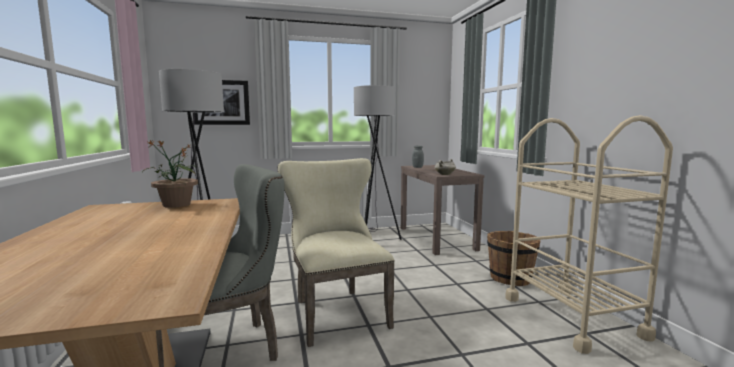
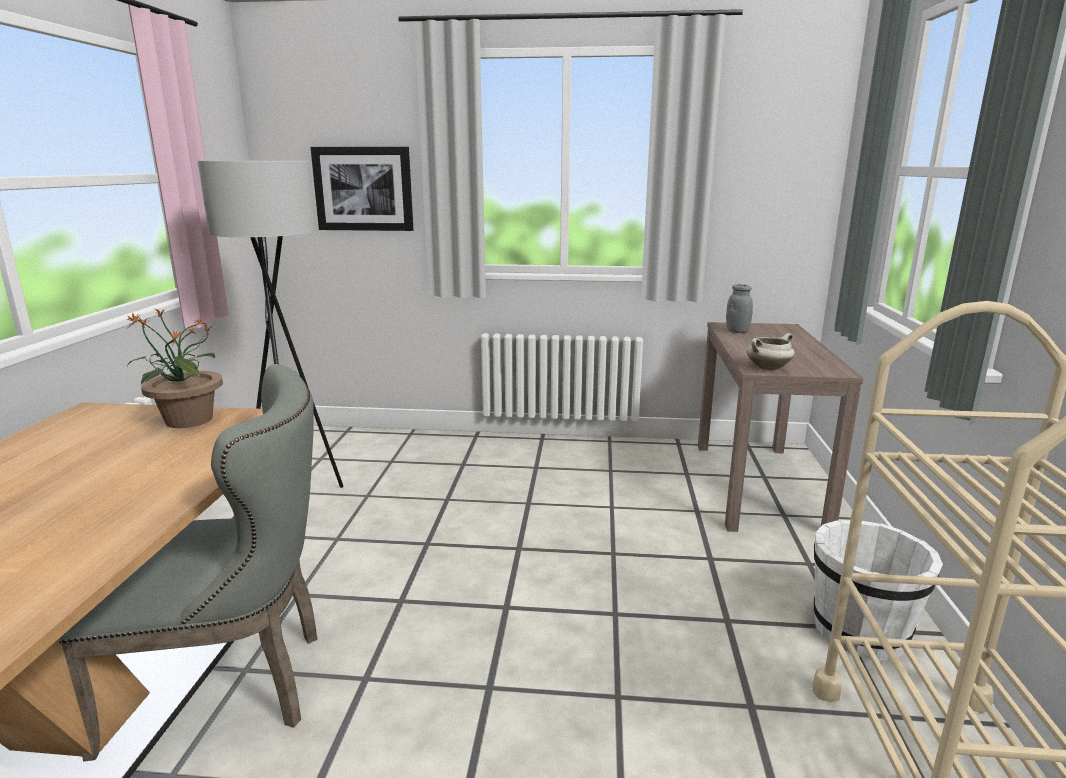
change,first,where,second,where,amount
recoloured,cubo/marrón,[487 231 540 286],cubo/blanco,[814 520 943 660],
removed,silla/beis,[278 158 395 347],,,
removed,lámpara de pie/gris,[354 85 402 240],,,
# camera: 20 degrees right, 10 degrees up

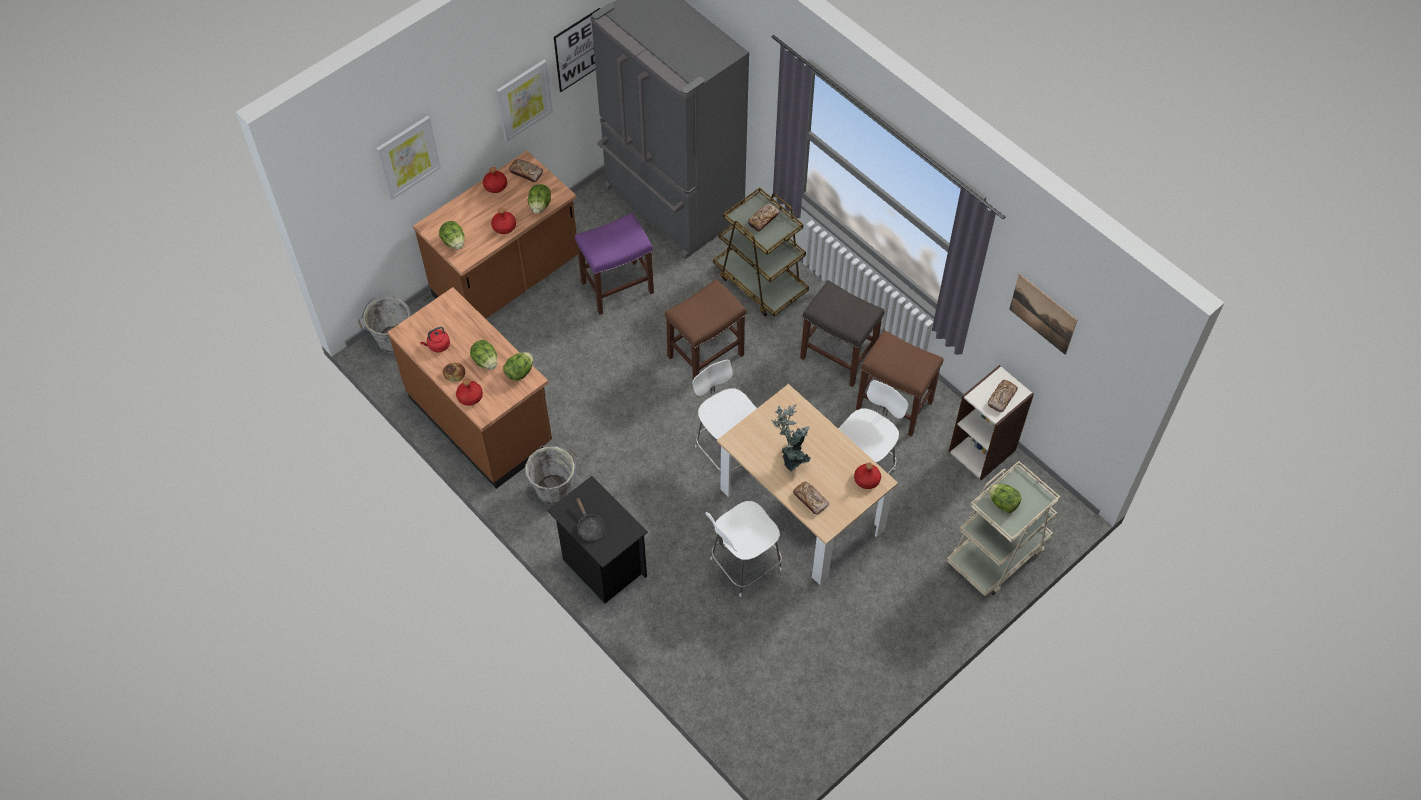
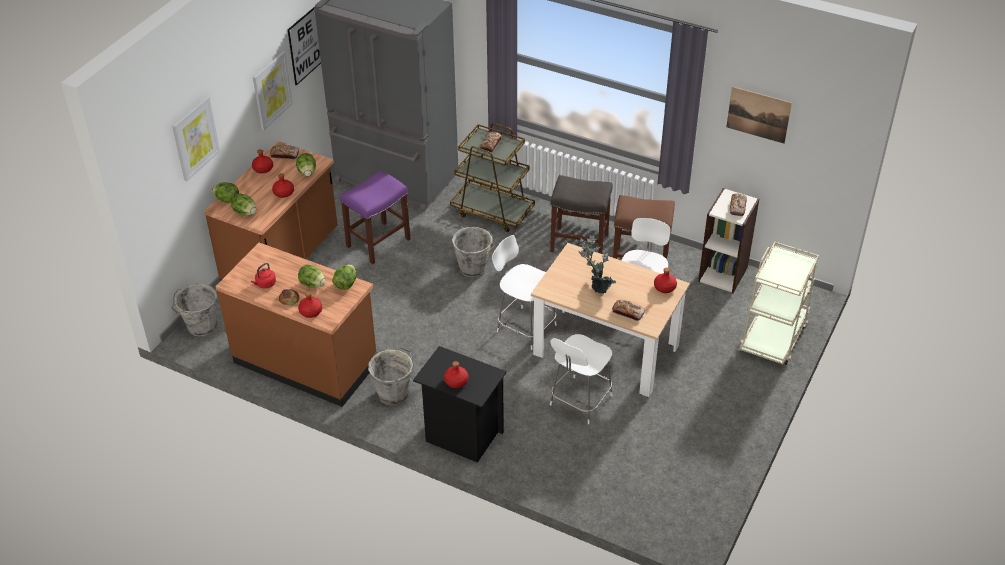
change,first,where,second,where,amount
moved,lechuga,[988 484 1021 513],,[212 182 239 203],
replaced,sartén/negro,[576 497 605 541],botella/rojo,[444 361 469 388],
replaced,taburete/marrón,[665 279 746 379],cubo/gris,[452 227 495 278],
# camera: 20 degrees left, 15 degrees down

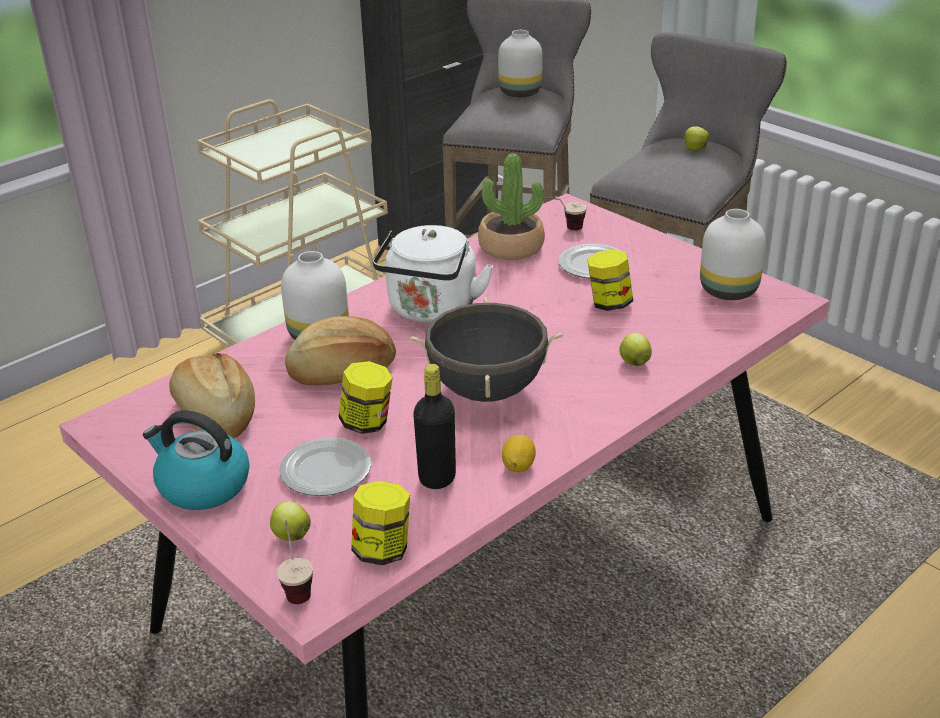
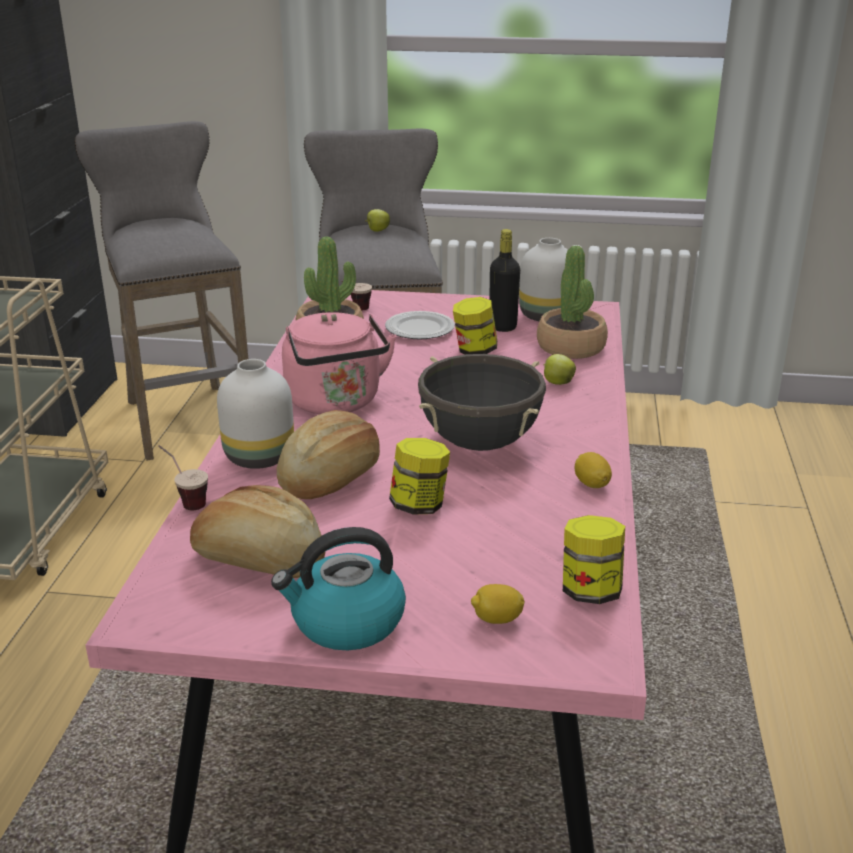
change,first,where,second,where,amount
moved,taza,[277 521 313 604],,[158 445 208 510],
recoloured,hervidor/blanco,[373 225 494 323],hervidor/rosa,[282 312 396 414],
replaced,manzana,[270 501 311 541],limón,[471 584 525 624],
moved,botella/negro,[413 364 456 489],,[489 229 520 332],
added,,,planta en maceta,[537 246 608 359],
removed,plato,[279 437 371 496],,,
removed,florero/blanco,[498 30 543 97],,,
# camera: 40 degrees left, 5 degrees down

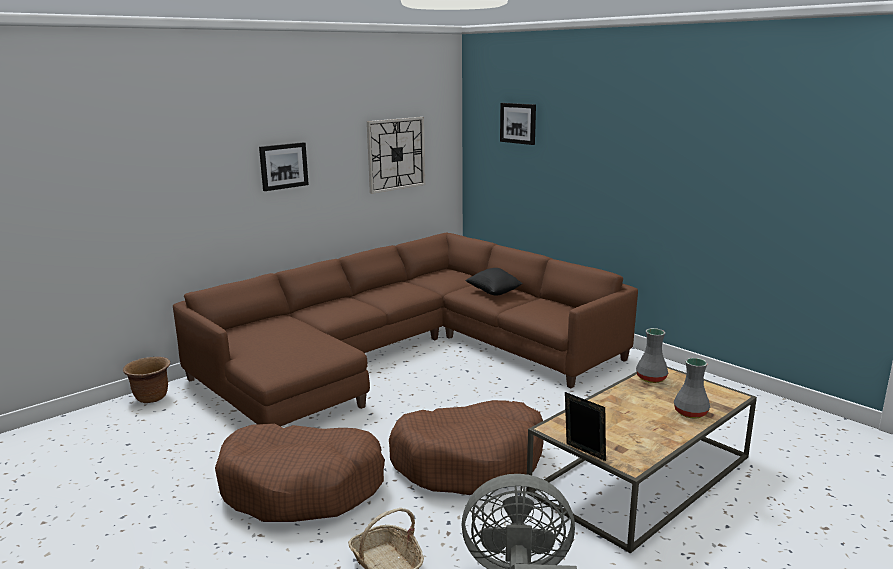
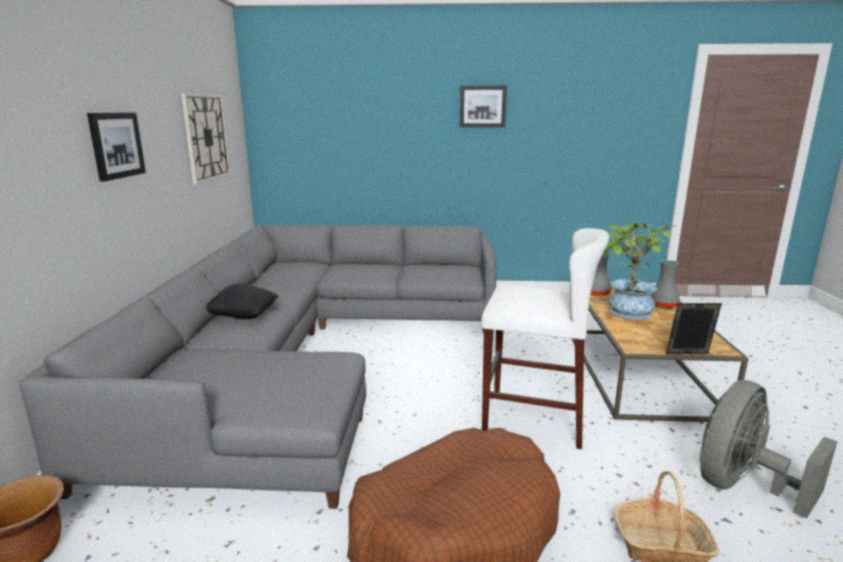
change,first,where,second,where,amount
recoloured,sofá/marrón,[173 232 638 427],sofá/gris,[19 225 497 509],
moved,cojín/negro,[465 268 523 295],,[206 283 279 319],
moved,cuadro,[500 103 536 145],,[460 86 507 127],
replaced,cama para perro/marrón,[389 400 543 495],taburete/blanco,[481 228 609 449],
added,,,planta en maceta,[604 223 677 319],
# camera: 45 degrees left, 0 degrees up

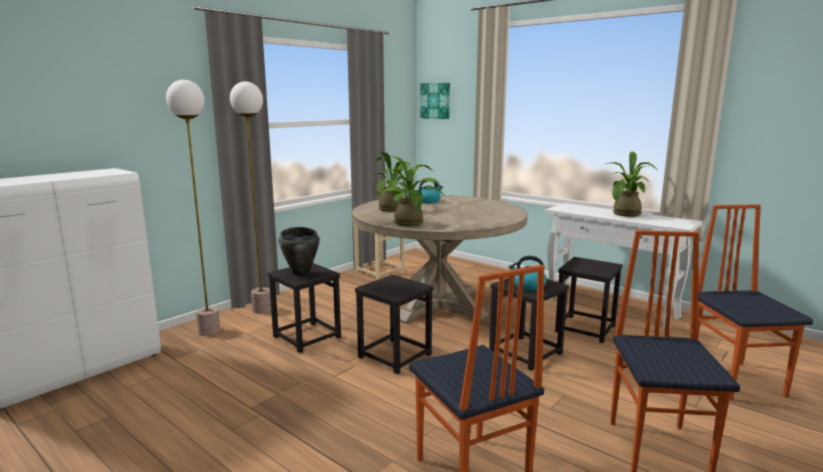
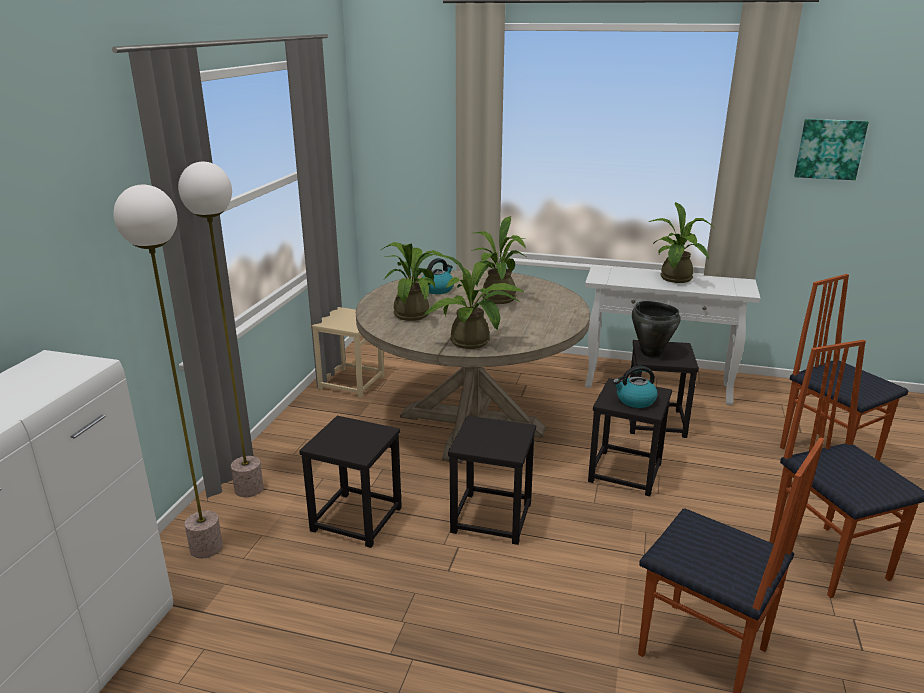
change,first,where,second,where,amount
added,,,planta en maceta,[472 216 526 304],
moved,olla/negro,[279 227 320 276],,[632 301 681 357],
moved,cuadro,[420 83 450 119],,[794 119 869 180],
# camera: 25 degrees left, 10 degrees up

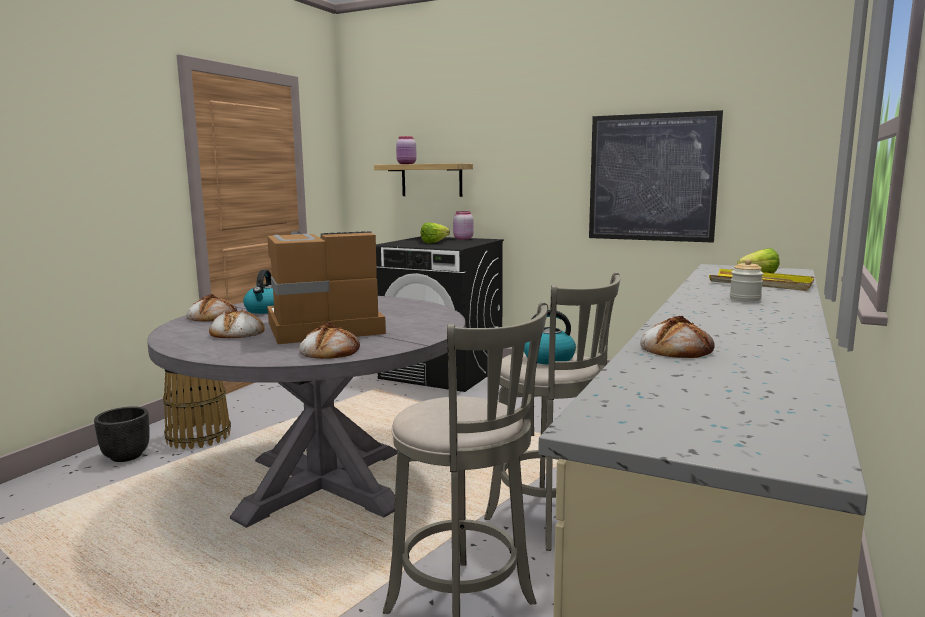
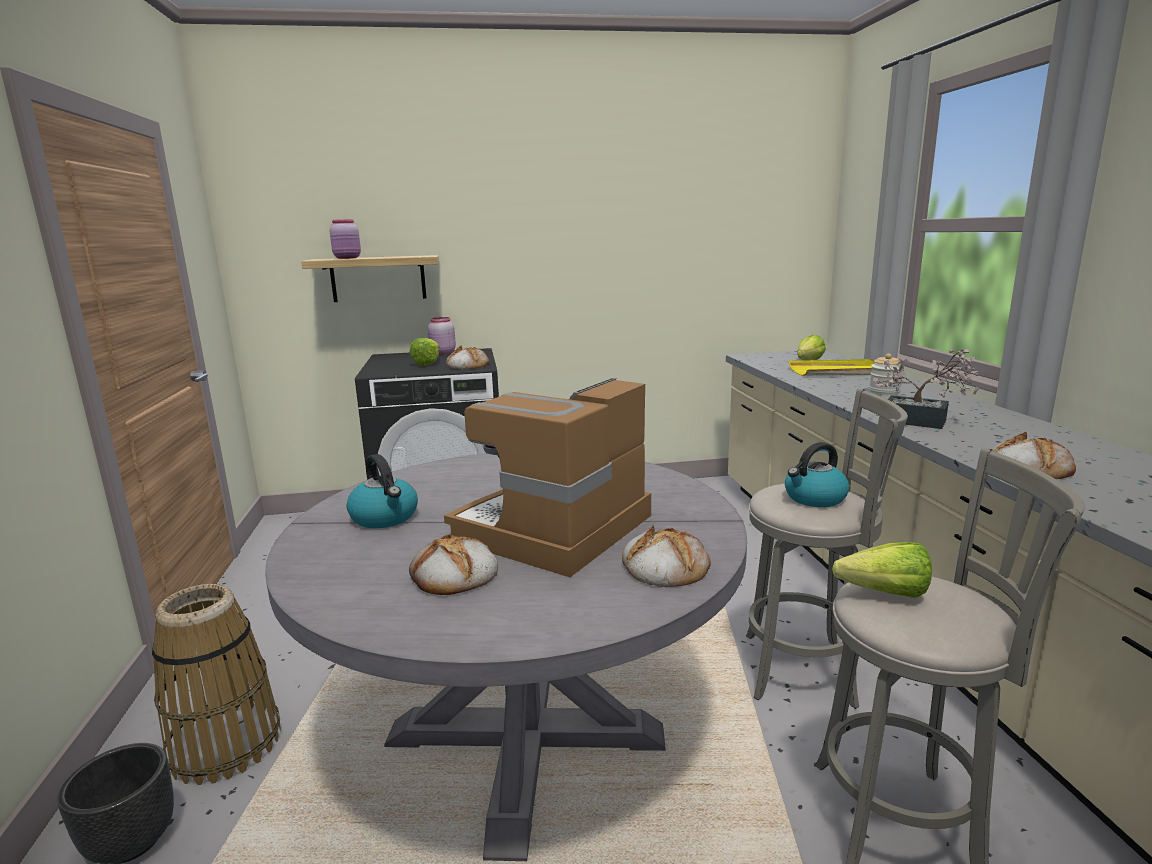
change,first,where,second,where,amount
moved,pan,[186 294 237 321],,[446 346 490 369],
added,,,lechuga,[832 542 932 598],
added,,,planta en maceta,[873 348 979 429],
removed,cuadro,[589 110 723 243],,,
# camera: 35 degrees left, 5 degrees up

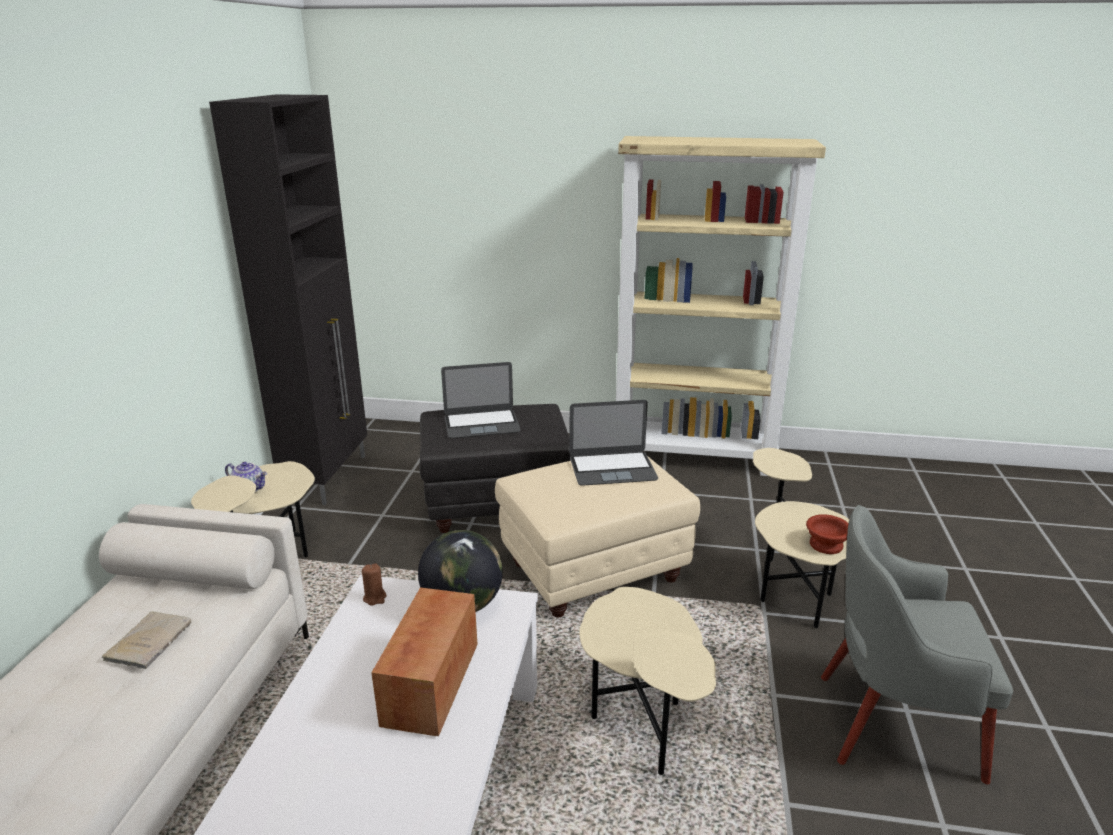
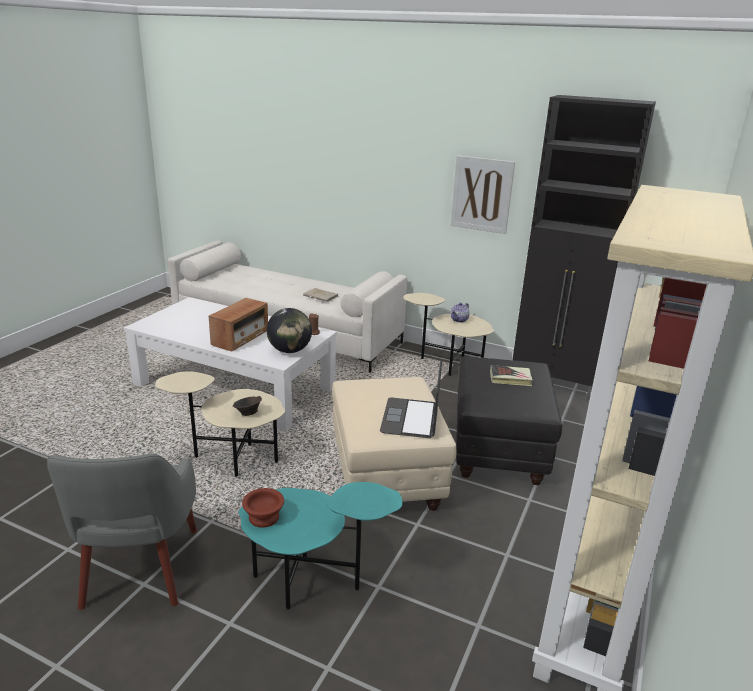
change,first,where,second,where,amount
turned,sillón/gris,[821 505 1013 785],,[47 453 197 610],150 degrees clockwise
turned,radio,[371 587 478 736],,[209 298 268 352],90 degrees clockwise
added,,,cuenco/marrón,[233 396 262 416],
recoloured,mesa auxiliar/beis,[753 448 849 628],mesa auxiliar/turquesa,[239 482 403 610],
added,,,cuadro,[451 155 515 234],
replaced,portátil,[441 362 521 438],libro,[490 365 533 386],
# camera: 105 degrees right, 0 degrees up

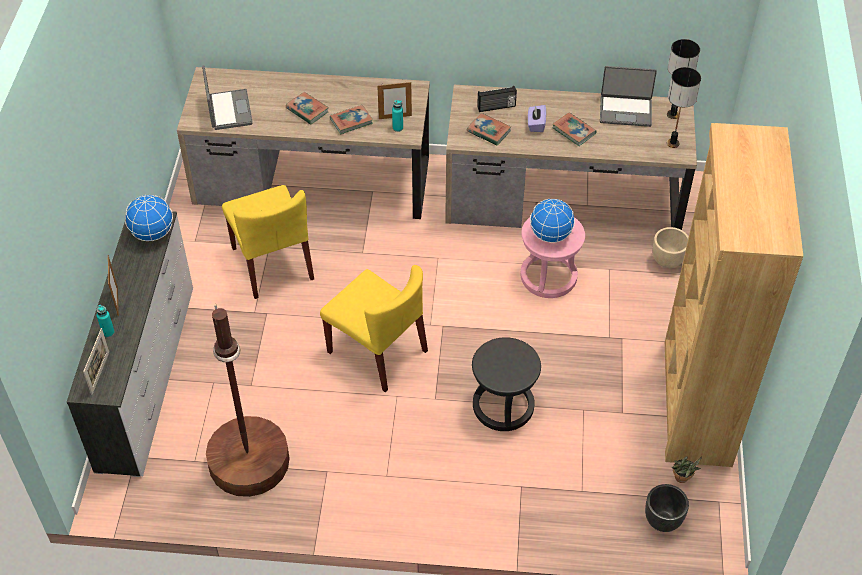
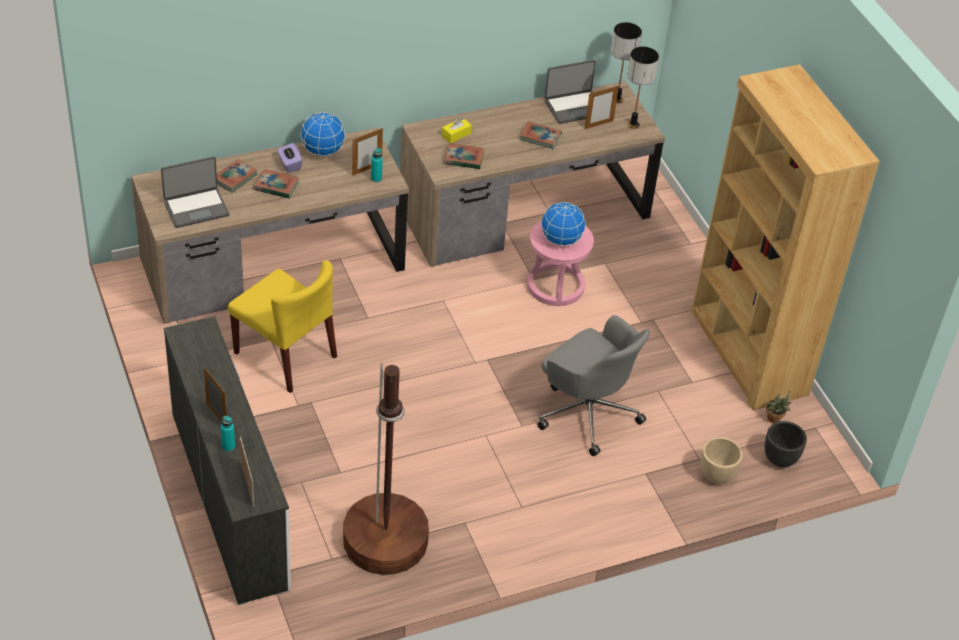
change,first,where,second,where,amount
turned,portátil,[202 66 253 130],,[161 156 229 228],105 degrees clockwise
moved,libro,[330 105 373 134],,[217 159 258 193],
moved,caja de pañuelos/morado,[528 105 546 132],,[277 143 302 172],
moved,globo terráqueo,[125 194 173 241],,[300 112 346 157],
replaced,radio,[477 86 517 112],caja de pañuelos/amarillo,[442 117 472 143],
replaced,taburete/negro,[472 337 541 431],silla de oficina/gris,[538 315 650 456],
added,,,portarretratos,[585 85 619 129],
moved,maceta/beis,[653 227 689 268],,[700 437 743 484],
removed,silla/amarillo,[320 265 428 392],,,
# camera: 30 degrees left, 5 degrees down

